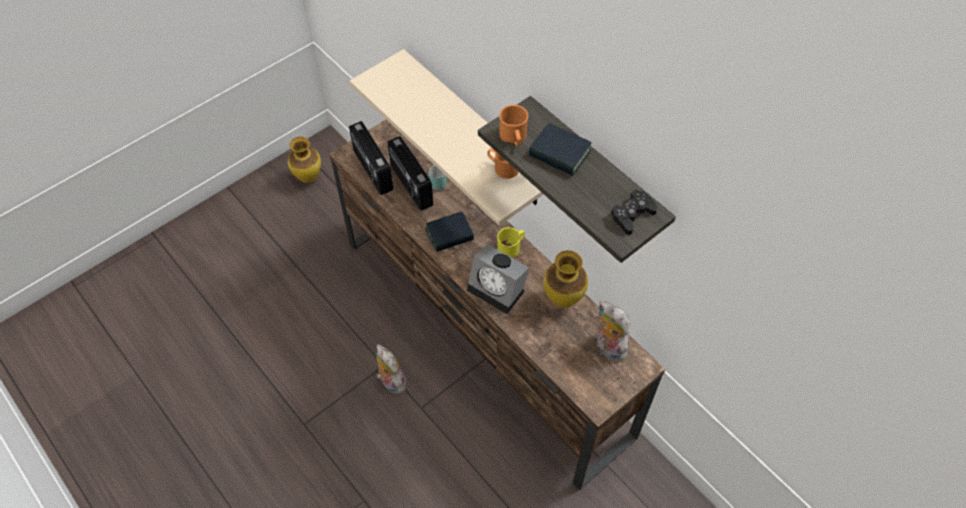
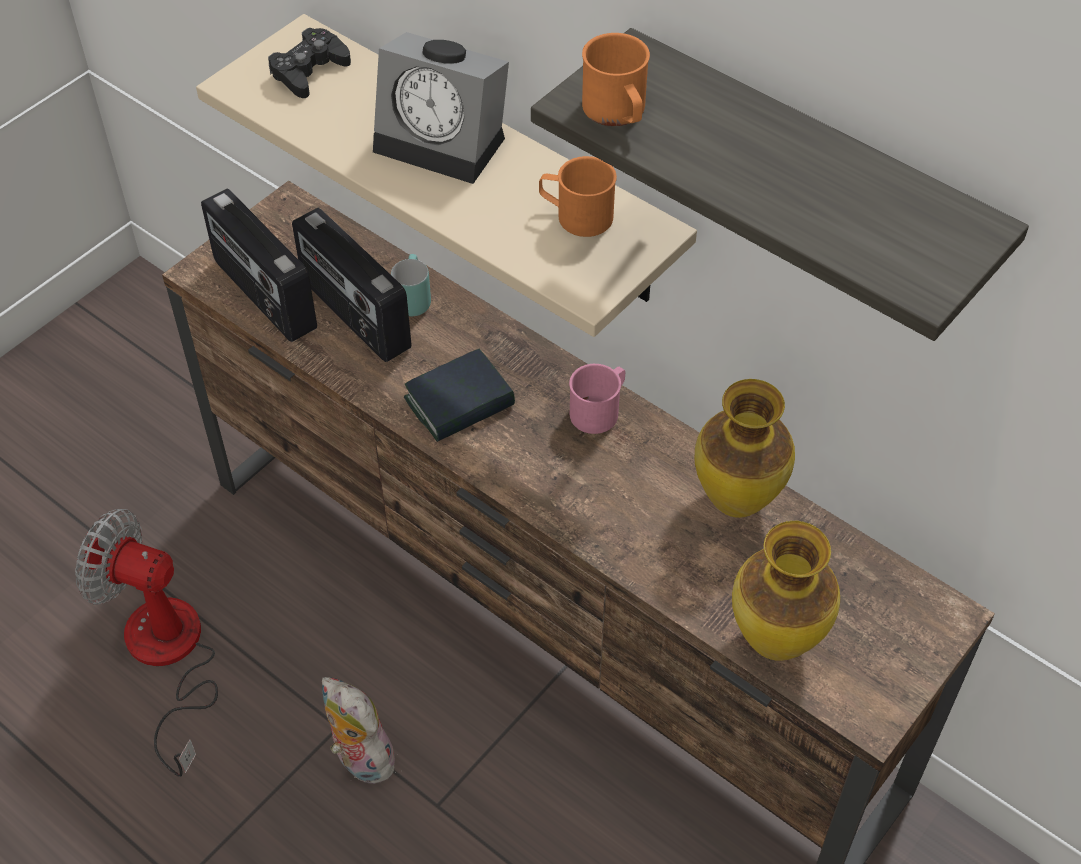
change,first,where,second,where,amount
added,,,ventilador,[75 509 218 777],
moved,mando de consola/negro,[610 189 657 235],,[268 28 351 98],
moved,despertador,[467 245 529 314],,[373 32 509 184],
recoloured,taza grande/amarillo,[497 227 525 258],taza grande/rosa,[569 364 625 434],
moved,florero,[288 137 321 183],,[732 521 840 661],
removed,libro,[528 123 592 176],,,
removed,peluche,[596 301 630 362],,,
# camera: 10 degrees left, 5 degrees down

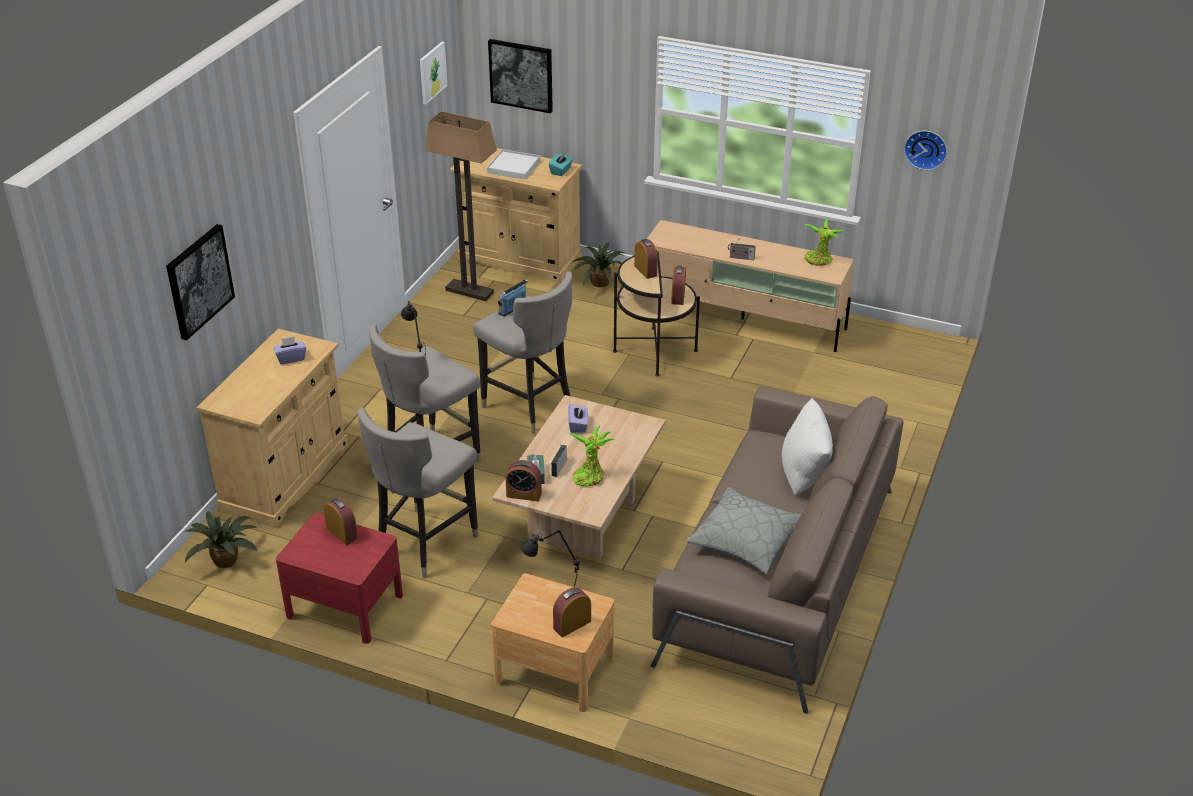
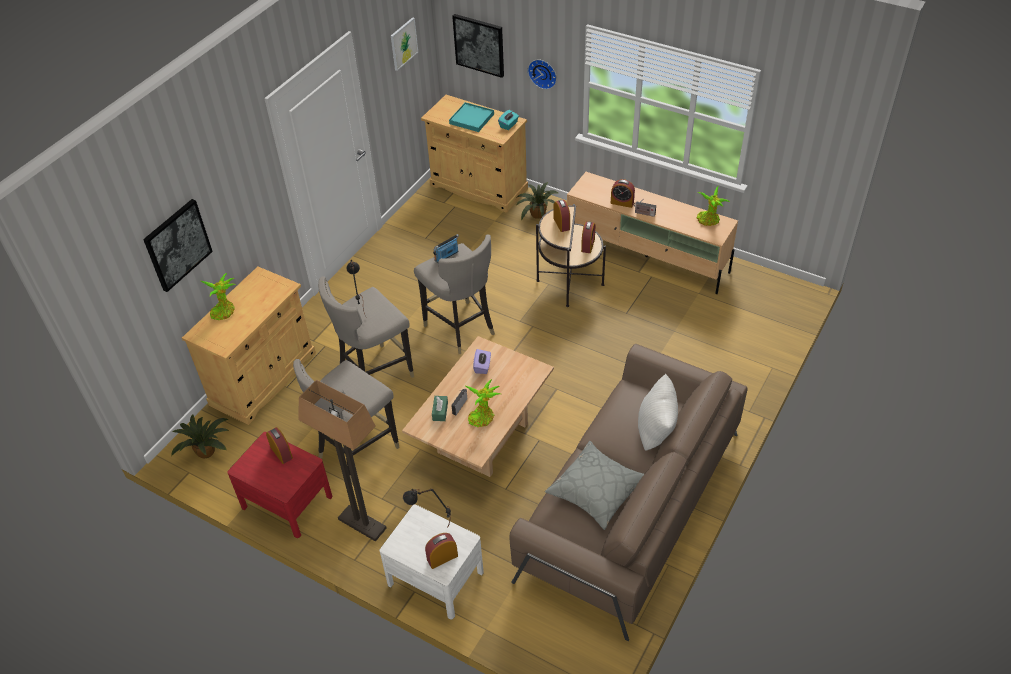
change,first,where,second,where,amount
added,,,planta en maceta,[201 273 236 320],
moved,lámpara de pie,[425 111 497 301],,[298 380 387 542],
recoloured,mesita de noche/marrón,[491 573 614 712],mesita de noche/blanco,[380 505 484 619],
recoloured,bandeja/blanco,[487 149 540 180],bandeja/turquesa,[449 102 494 132],
moved,reloj de pared,[904 131 947 170],,[528 59 557 90],
moved,despertador,[506 460 542 501],,[611 179 635 208],
removed,caja de pañuelos/morado,[274 337 306 364],,,
# camera: 10 degrees right, 10 degrees up

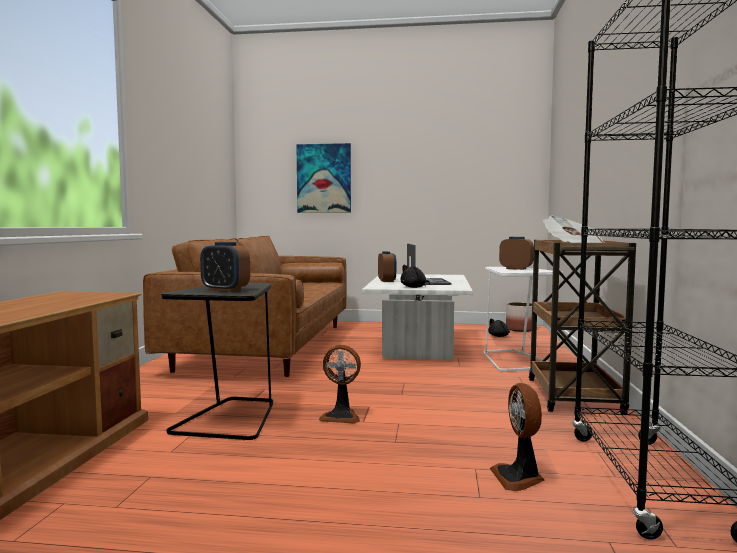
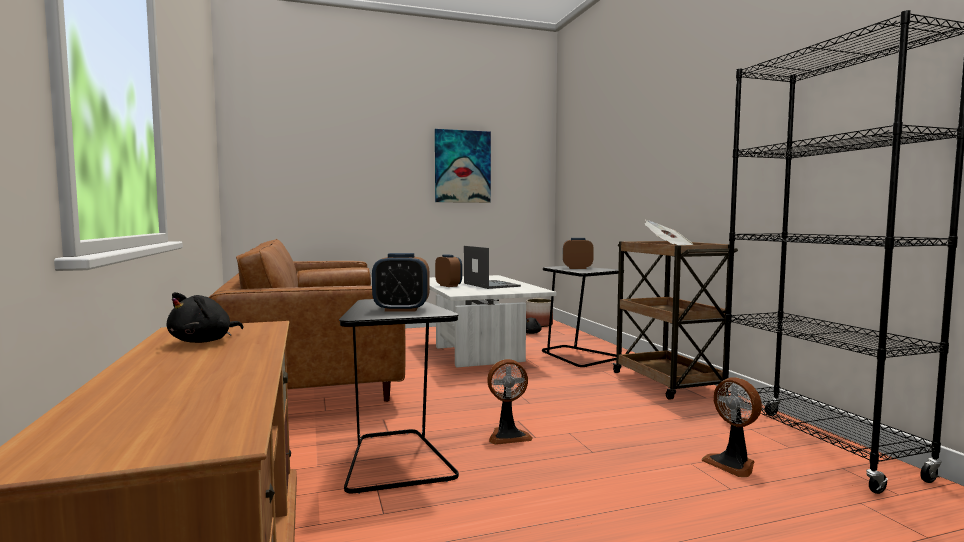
change,first,where,second,where,amount
moved,peluche/negro,[401 265 430 288],,[167 292 243 343],
moved,cuadro,[296 143 351 213],,[435 129 491 203],
recoloured,mesa auxiliar/blanco,[483 267 564 372],mesa auxiliar/negro,[542 266 618 367],
# camera: 25 degrees left, 0 degrees up

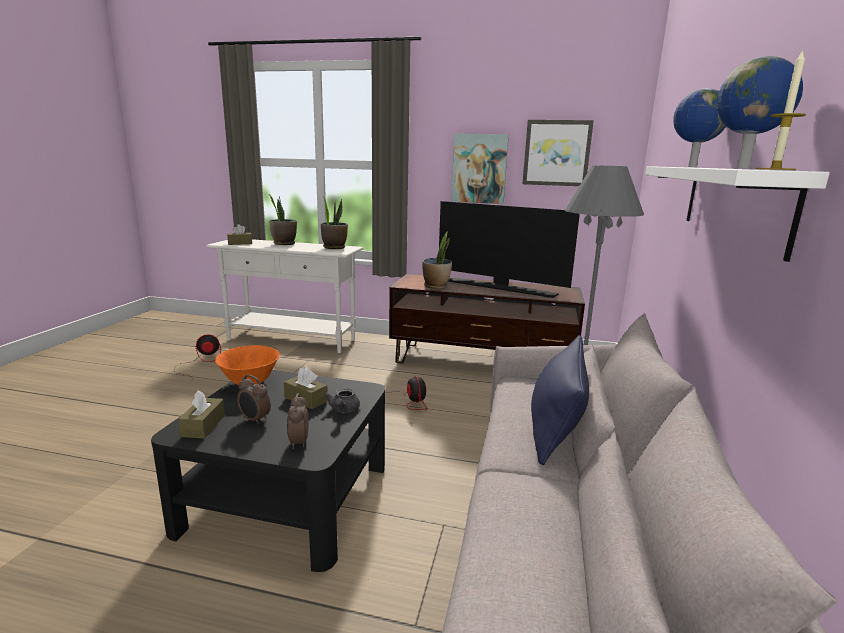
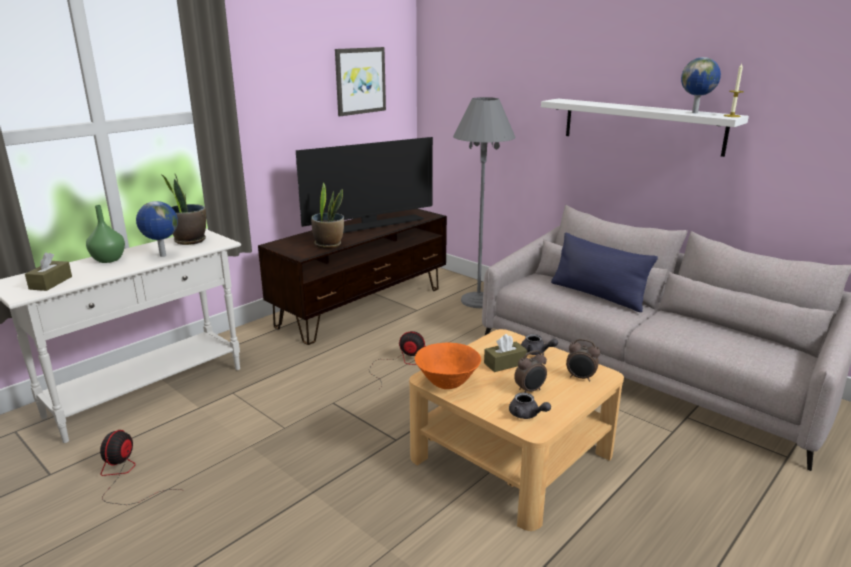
change,first,where,second,where,amount
replaced,planta en maceta,[269 194 297 245],florero/verde,[86 205 125 263],
moved,globo terráqueo,[673 88 726 167],,[136 201 178 257],
recoloured,mesa de centro/negro,[151 370 385 572],mesa de centro/beis,[409 329 624 531],
replaced,caja de pañuelos/marrón,[178 391 225 438],tetera/gris,[509 393 551 419],
removed,cuadro,[451 133 509 204],,,
# camera: 60 degrees left, 5 degrees up

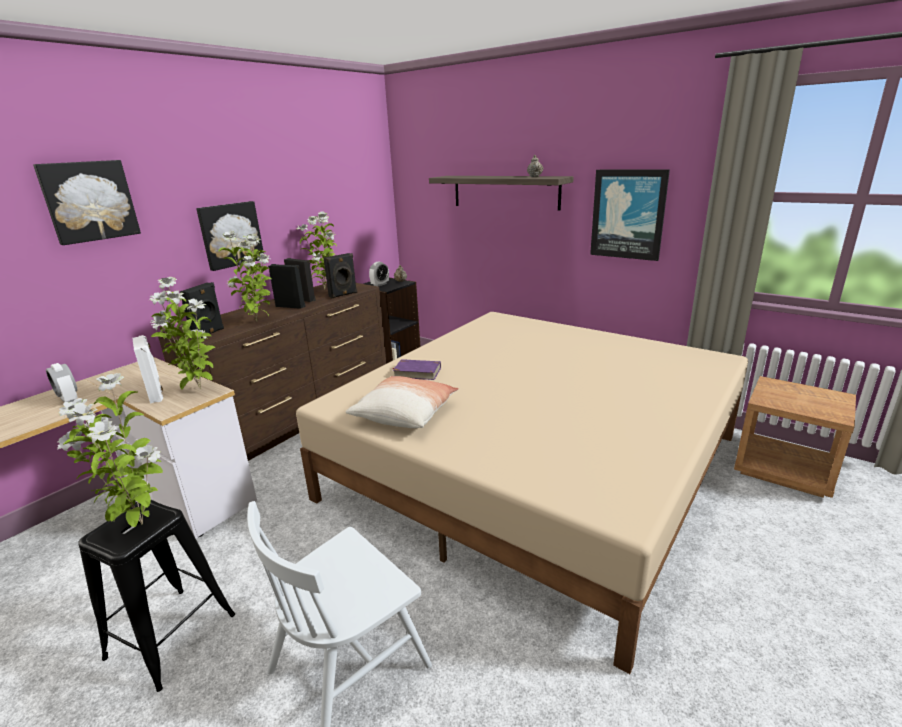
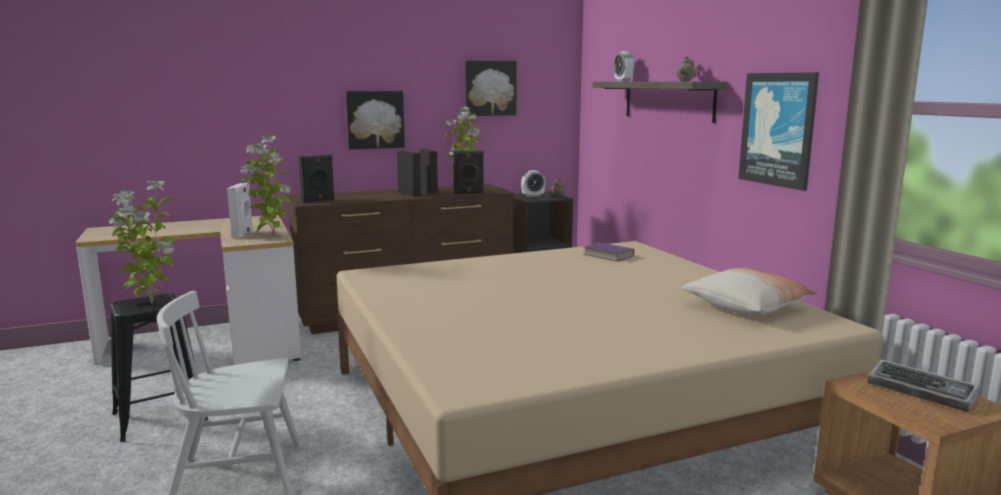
change,first,where,second,where,amount
moved,cuadro,[33 160 141 245],,[465 60 517 116],
moved,libro/morado,[393 359 441 380],,[583 242 634 262],
moved,despertador,[46 363 78 402],,[614 51 634 81],
moved,cojín,[346 376 459 428],,[682 268 817 316],
added,,,teclado,[867 359 981 412],
removed,planta en maceta,[219 231 271 322],,,
# camera: 30 degrees right, 10 degrees down

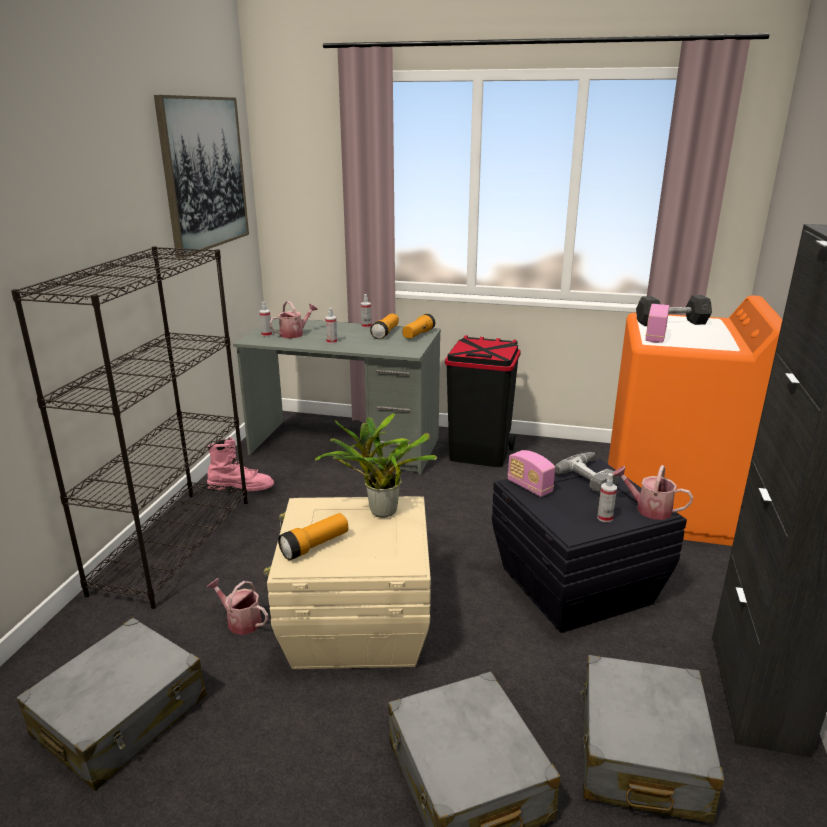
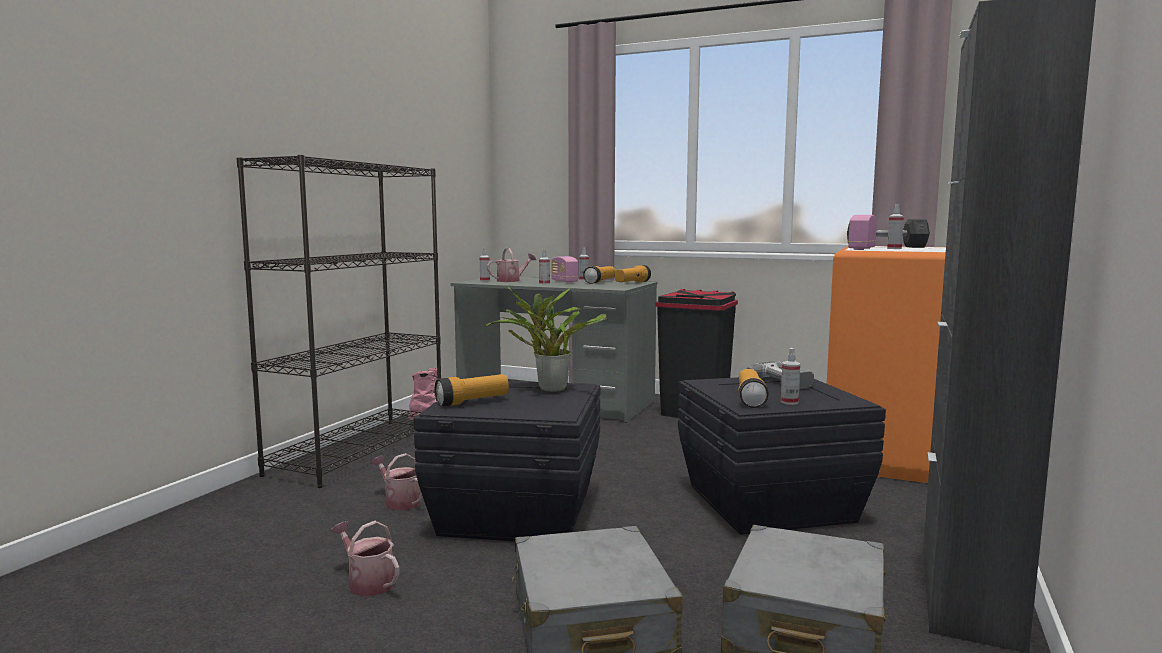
change,first,where,second,where,amount
moved,regadera,[613 465 693 520],,[331 521 399 596],
recoloured,caja de almacenaje/beis,[263 496 431 669],caja de almacenaje/negro,[414 381 600 541],
moved,radio,[508 450 555 497],,[551 256 578 283],
added,,,linterna,[739 369 769 408],
added,,,pulverizador,[887 204 904 249],
removed,maleta/gris,[16 618 207 791],,,
removed,cuadro,[154 95 249 258],,,
# camera: 10 degrees right, 15 degrees down

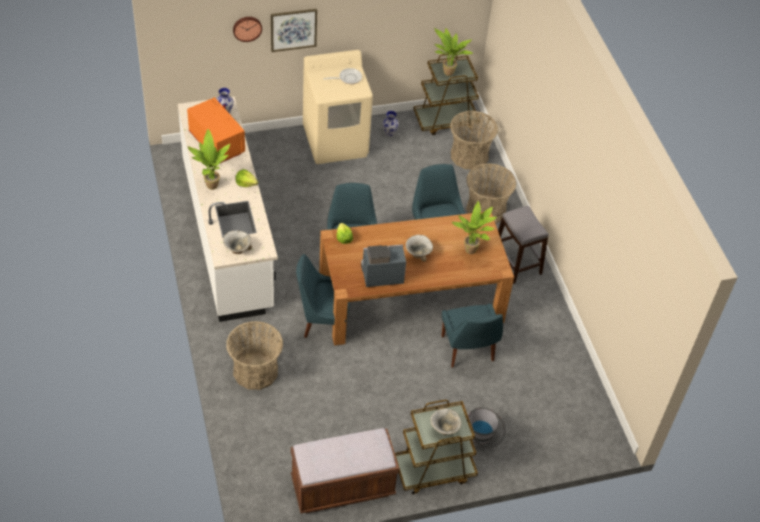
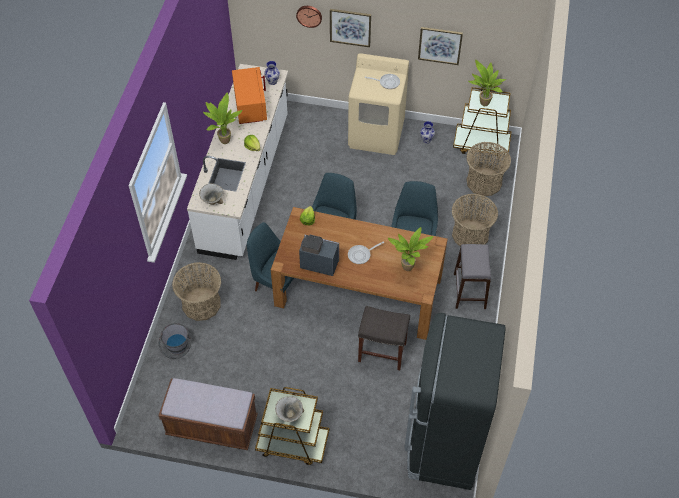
change,first,where,second,where,amount
moved,cubo/gris,[468 407 506 448],,[159 323 191 359],
replaced,cuenco,[405 235 433 262],sartén,[348 242 384 264],
replaced,silla/azul,[441 304 503 367],taburete/gris,[358 306 410 370],
added,,,nevera/negro,[405 313 506 490],
added,,,cuadro,[418 27 463 65],
# camera: 30 degrees right, 5 degrees up

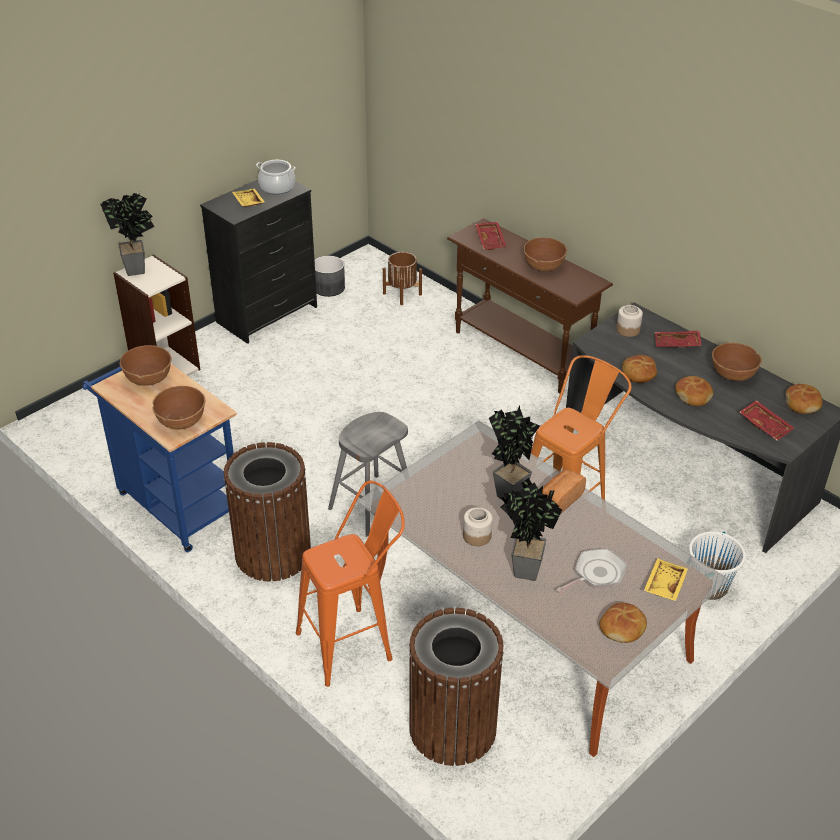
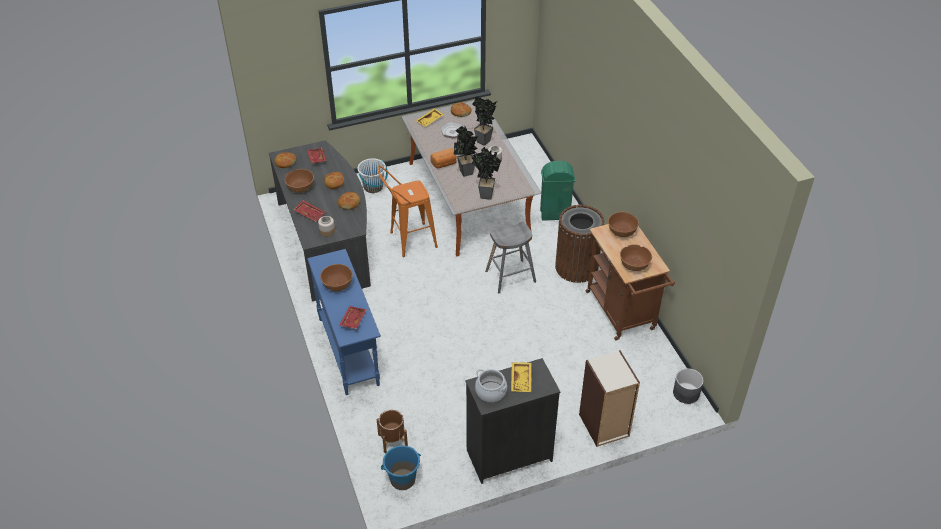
change,first,where,second,where,amount
recoloured,mesa consola/marrón,[447 218 613 393],mesa consola/azul,[307 249 381 395],
added,,,cubo/azul,[381 445 421 490],
moved,planta en maceta,[100 192 155 276],,[472 147 501 200],
replaced,taburete/naranja,[296 480 405 687],papelera/verde,[540 161 575 221],
recoloured,carrito/azul,[82 364 237 552],carrito/marrón,[585 224 675 341],
moved,maceta/gris,[315 256 345 297],,[673 368 704 404],
removed,papelera/marrón,[409 608 504 766],,,
# camera: 155 degrees left, 5 degrees up

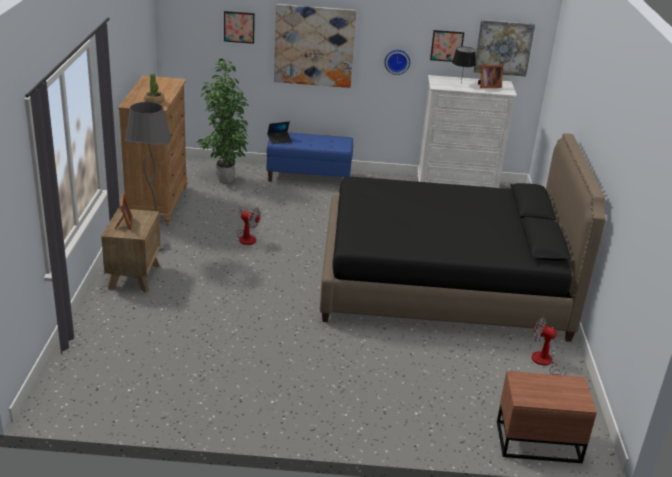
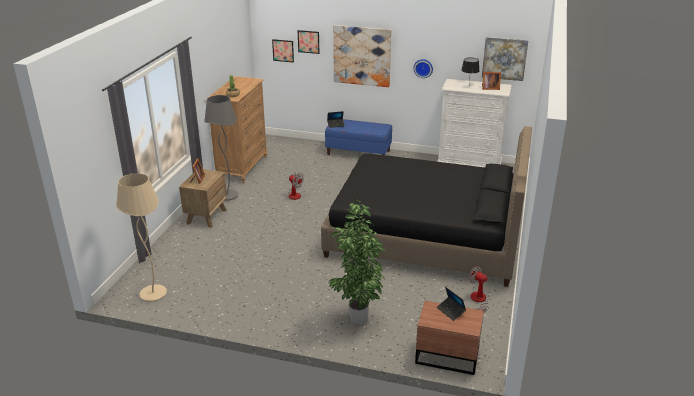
change,first,where,second,where,amount
added,,,lámpara de pie/beis,[116 173 167 302],
moved,cuadro,[430 30 464 62],,[272 39 294 63],
moved,planta en maceta,[198 59 249 183],,[328 199 386 325],
added,,,portátil,[437 287 466 321],
# camera: 15 degrees right, 0 degrees up

